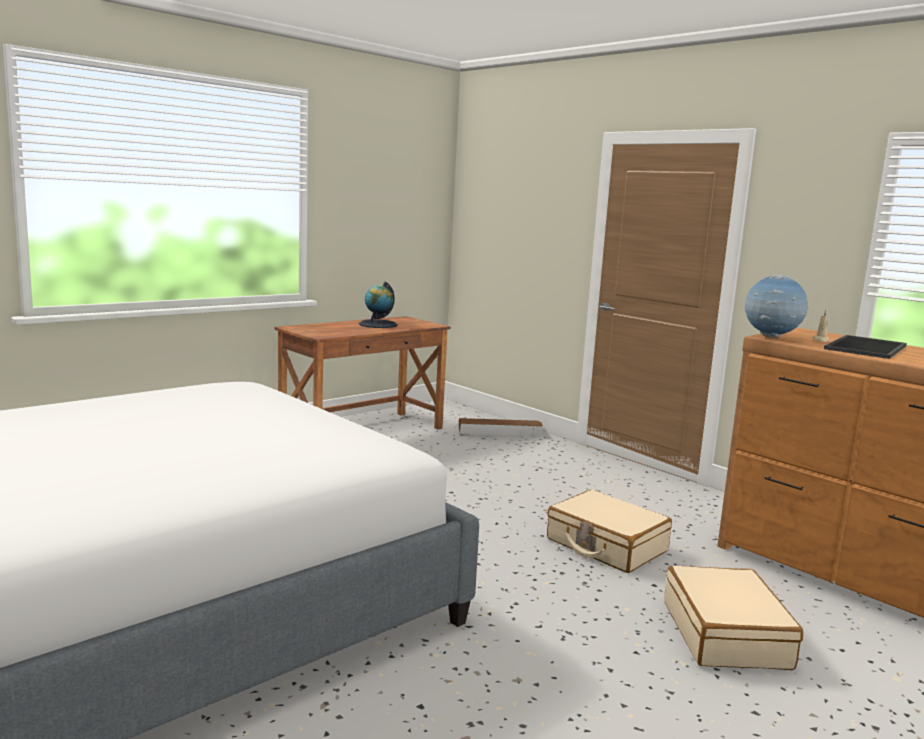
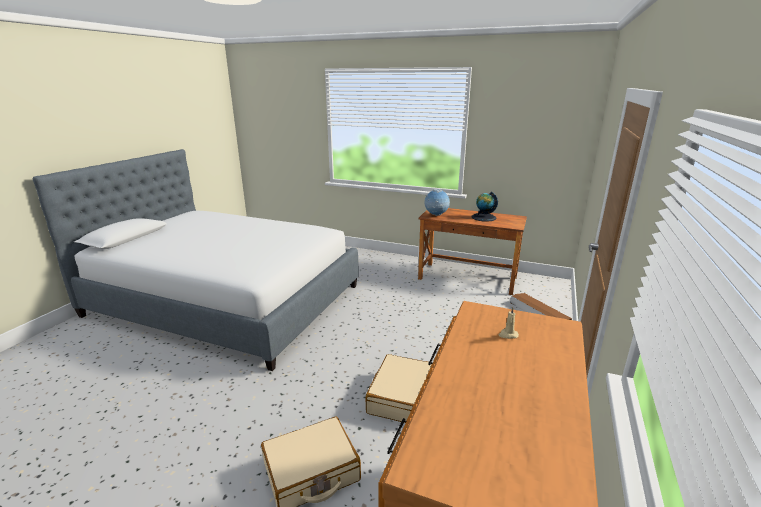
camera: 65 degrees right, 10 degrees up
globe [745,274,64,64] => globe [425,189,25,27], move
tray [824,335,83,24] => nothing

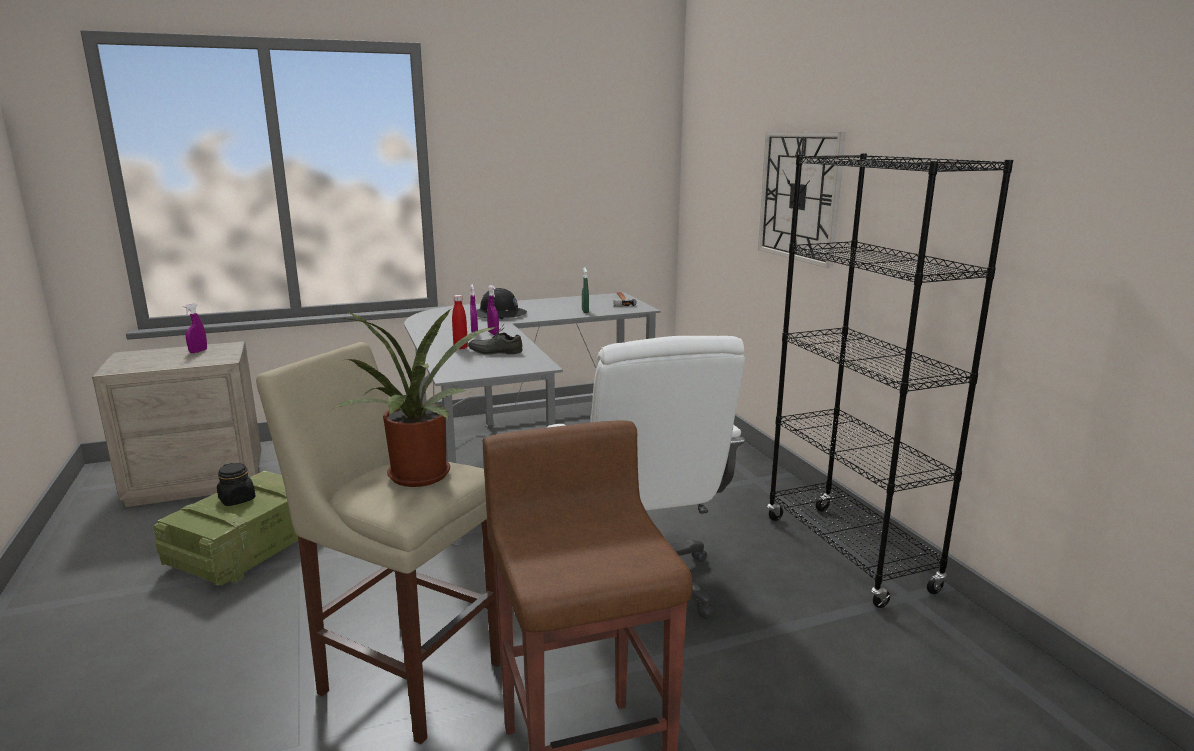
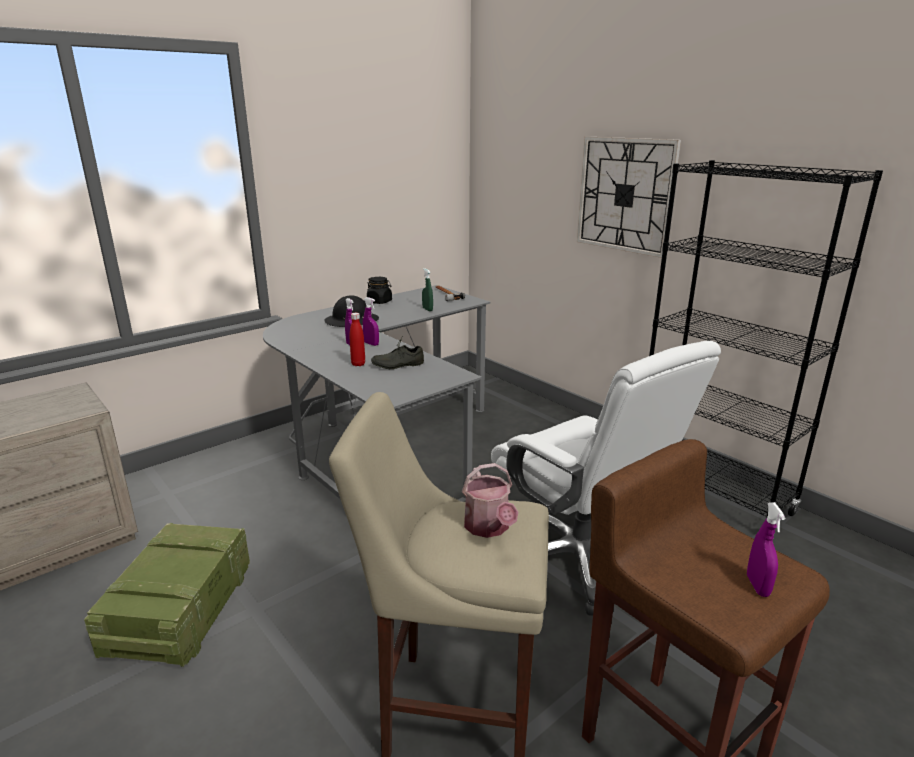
camera: 20 degrees left, 5 degrees up
purple spray bottle [183,303,24,50] => purple spray bottle [747,502,39,95], move
black jar [217,463,38,43] => black jar [367,277,25,27], move
potted plant [332,309,164,178] => watering can [462,463,56,75]

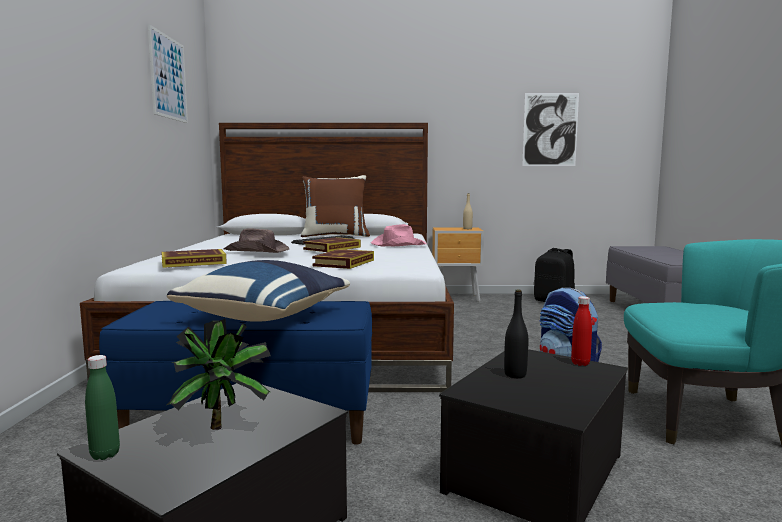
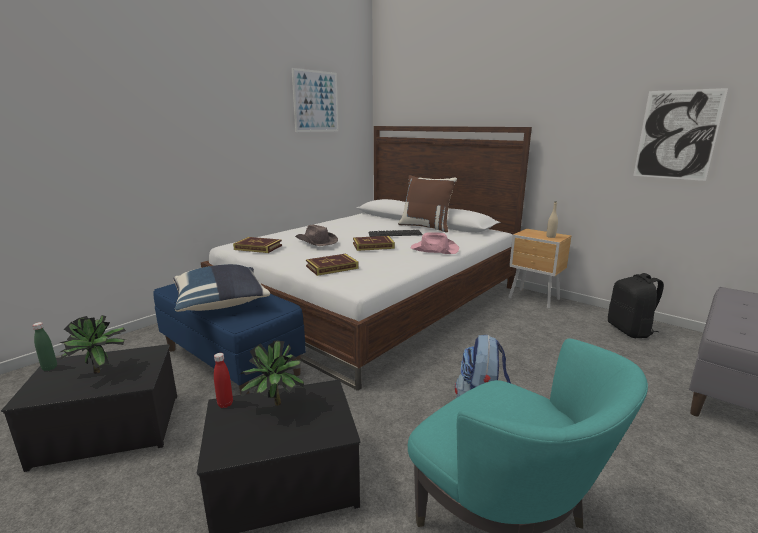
camera: 40 degrees right, 10 degrees up
black bottle [504,290,24,88] => potted plant [239,340,65,66]
red bottle [571,296,21,70] => red bottle [214,353,19,55], move

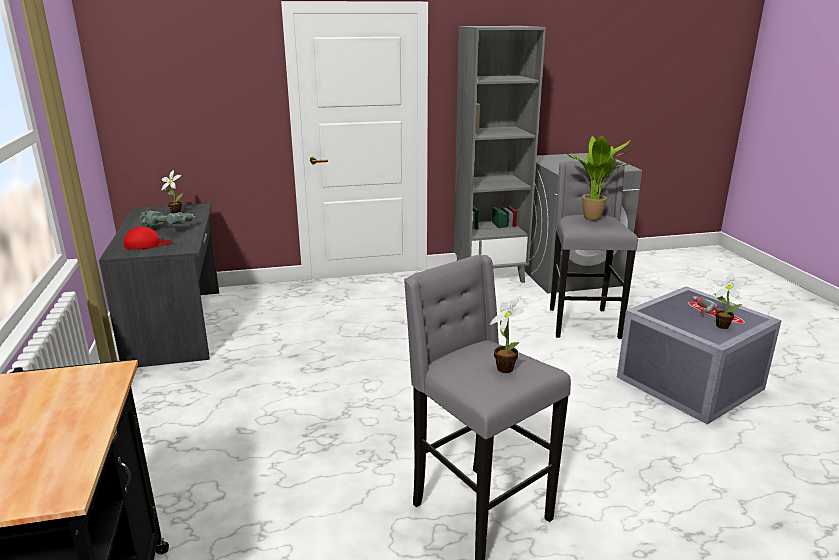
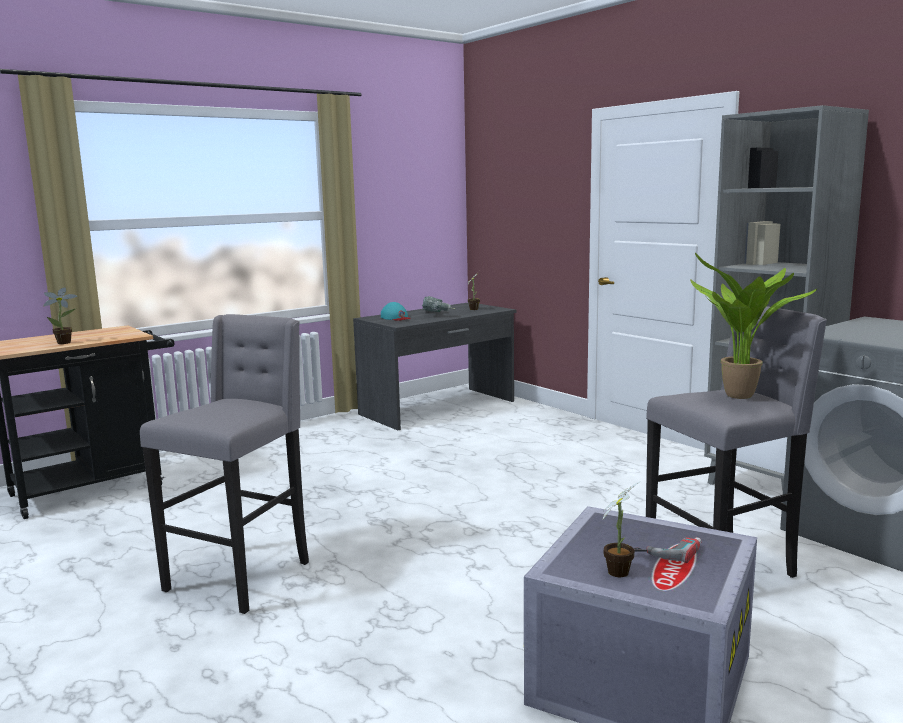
camera: 65 degrees right, 10 degrees down
red cap [124,226,48,23] => turquoise cap [381,302,30,19]
potted plant [489,295,35,78] => potted plant [43,287,35,57], move

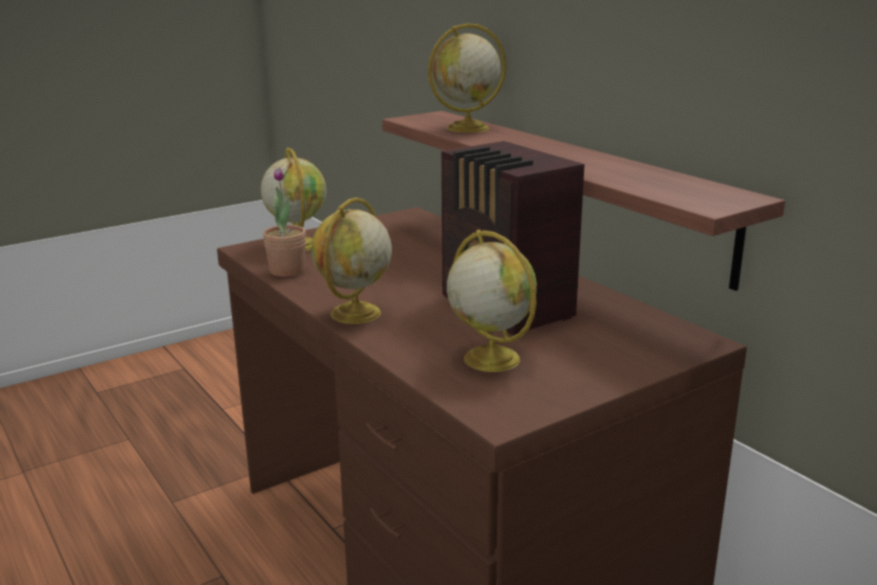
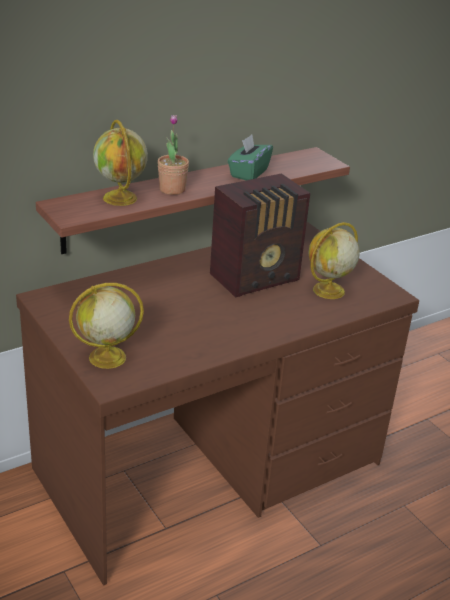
camera: 90 degrees left, 10 degrees up
potted plant [263,167,43,110] => potted plant [157,115,32,80], move
globe [312,197,80,127] => nothing
nothing => green tissue box [228,135,45,45]

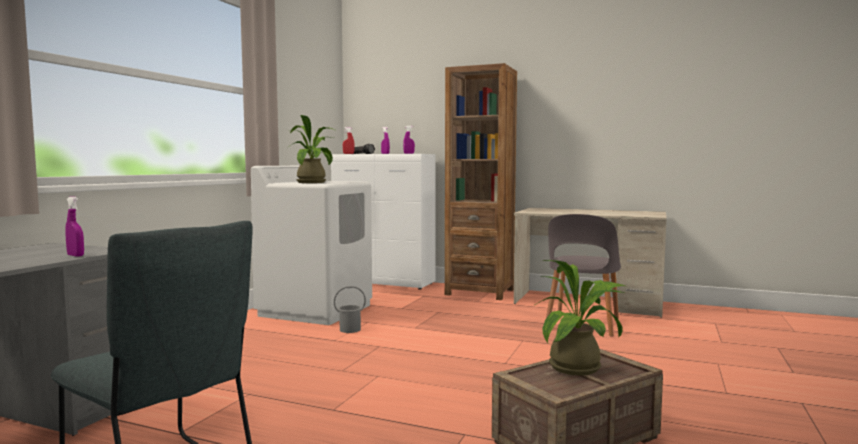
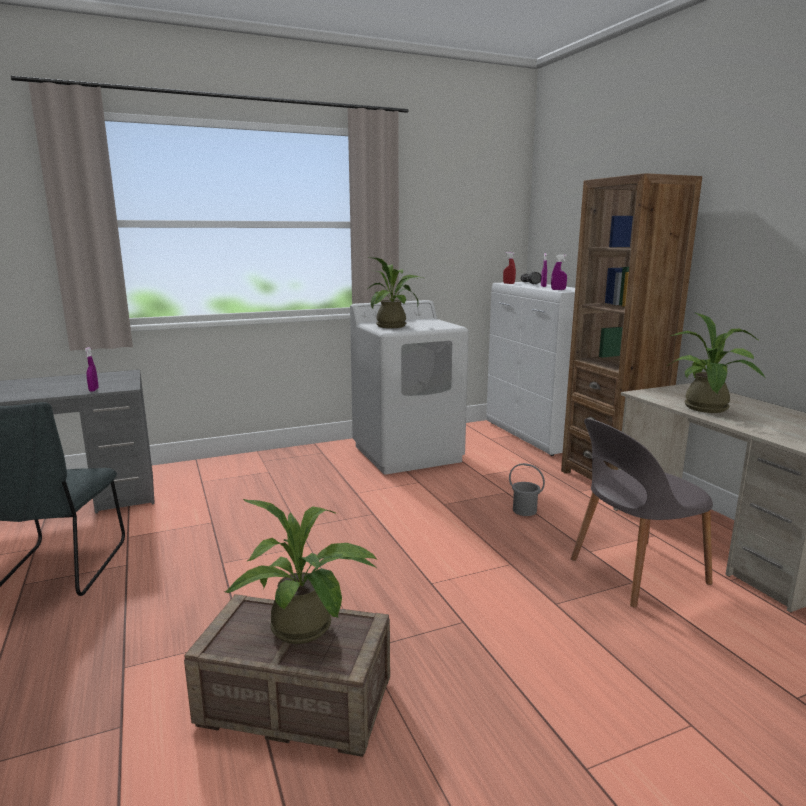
camera: 45 degrees right, 10 degrees up
grey bucket [334,286,32,47] => grey bucket [509,463,36,53], move
nothing => potted plant [667,312,99,101]

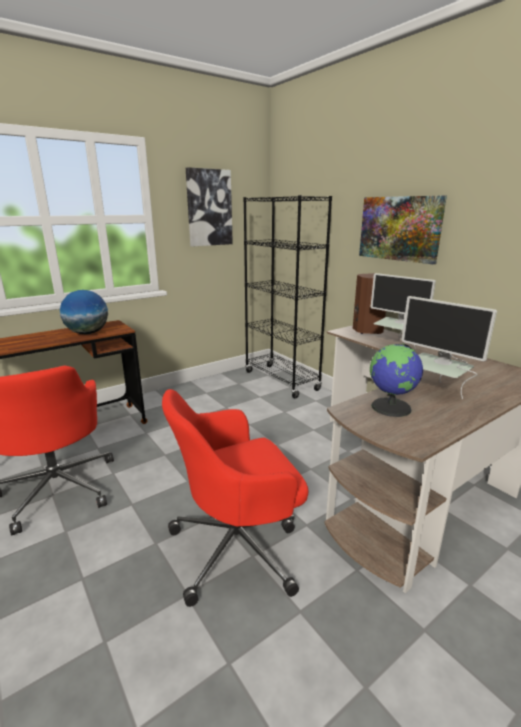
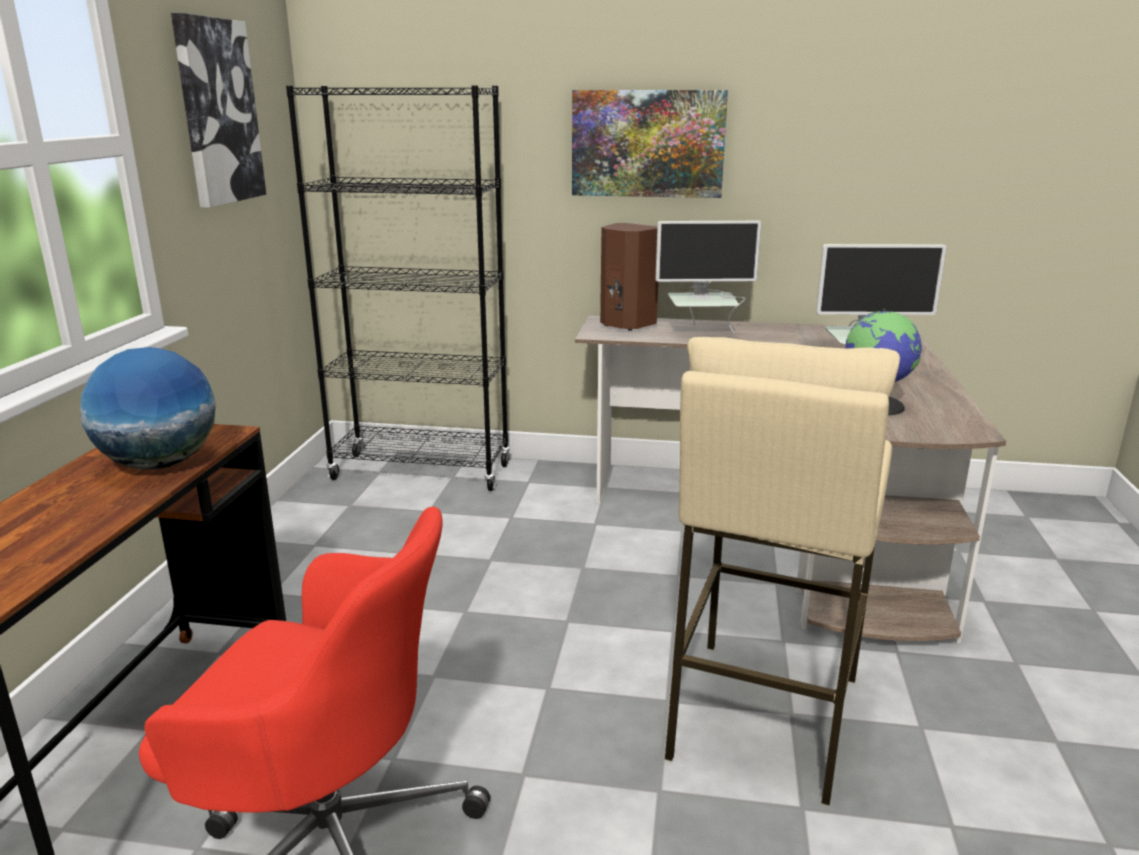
camera: 45 degrees left, 0 degrees up
red office chair [162,389,146,218] => beige stool [665,337,235,469]

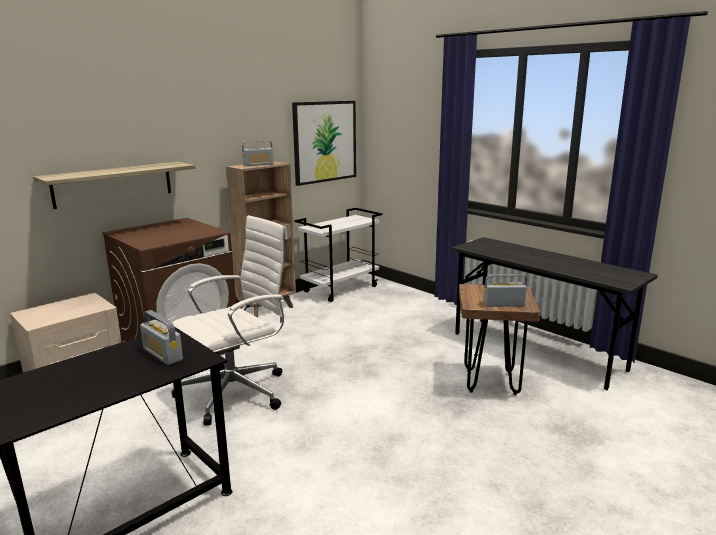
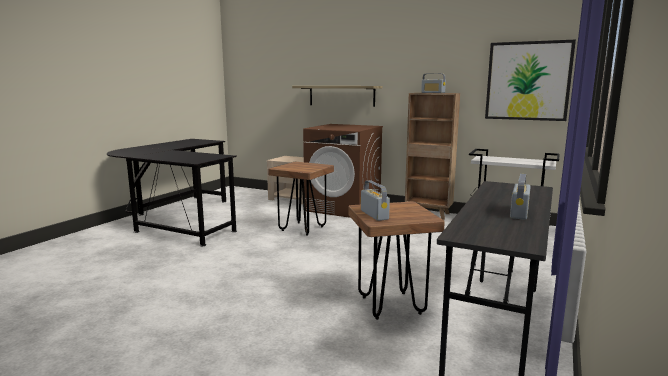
camera: 70 degrees right, 5 degrees down
radio [140,310,43,55] => radio [510,174,21,46], move
white office chair [172,215,116,211] => brown stool [268,162,66,74]

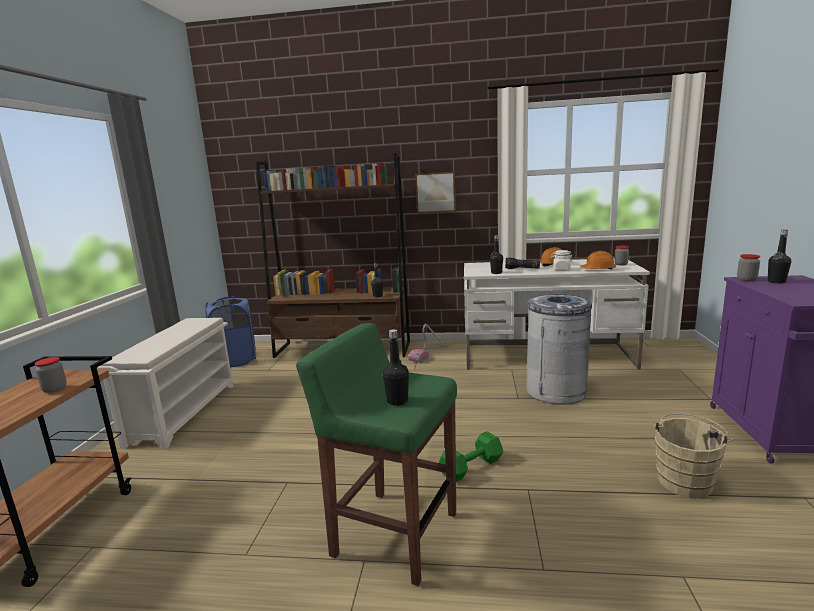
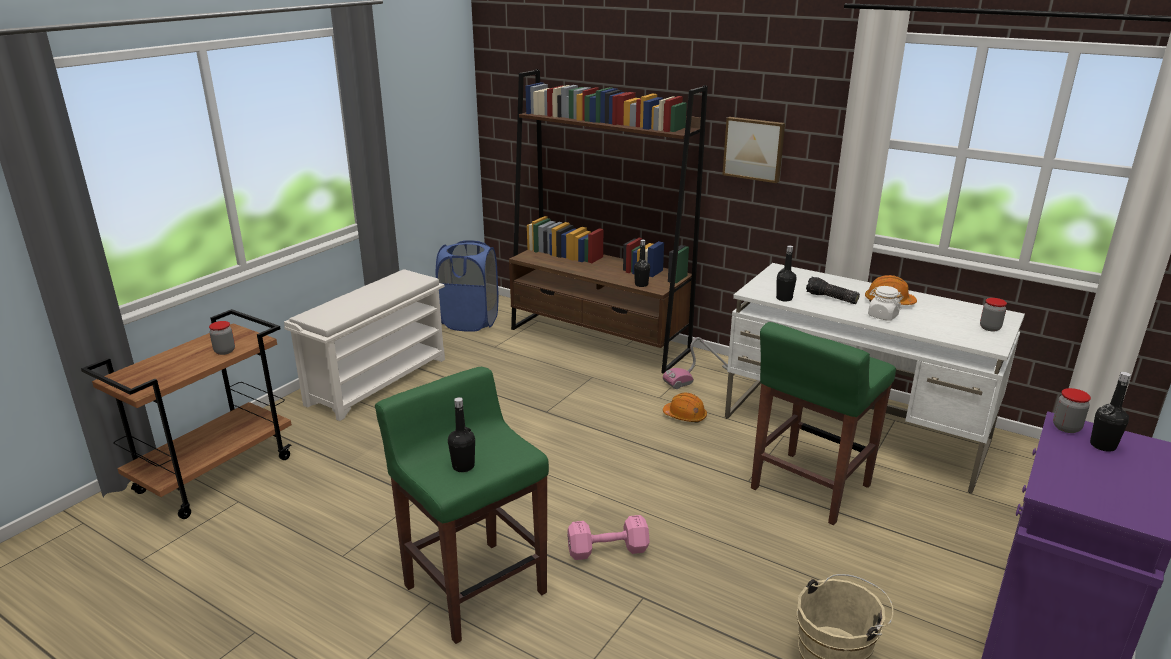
camera: 25 degrees right, 10 degrees up
green dumbbell [439,431,64,51] => pink dumbbell [567,515,83,45]
grey trash can [526,295,66,110] => green stool [751,322,145,203]
orange hard hat [580,251,36,19] => orange hard hat [663,393,44,30], move

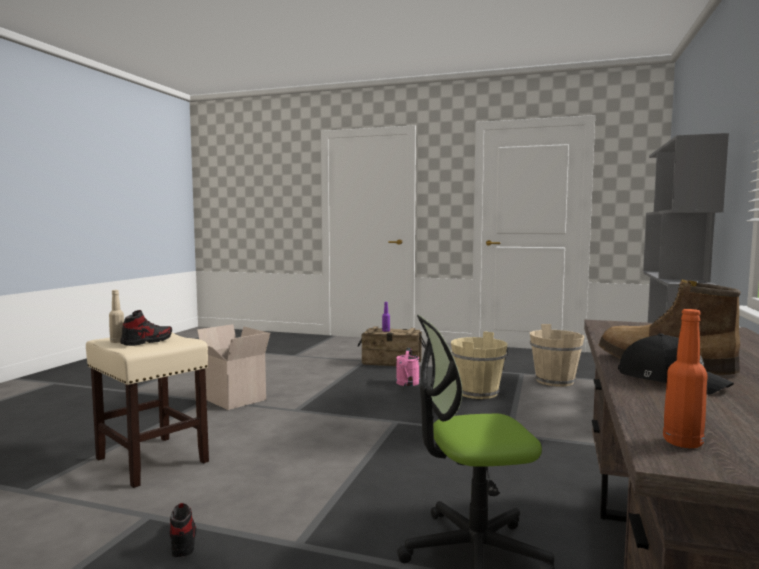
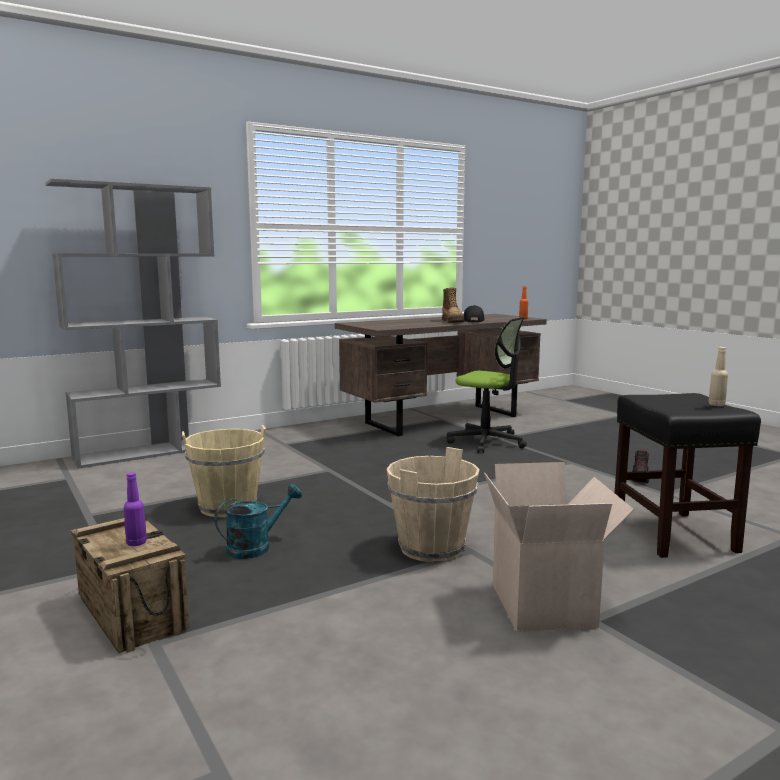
camera: 140 degrees left, 5 degrees up
beige stool [86,333,123,155] => black stool [615,393,146,165]
shoe [120,310,52,36] => nothing
pink watering can [396,348,24,38] => turquoise watering can [214,484,88,75]
beige bucket [530,324,54,63] => beige bucket [386,447,94,115], move

